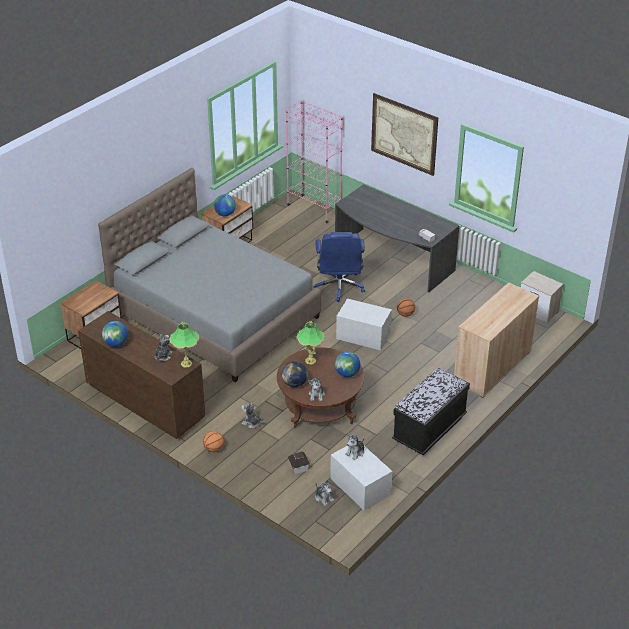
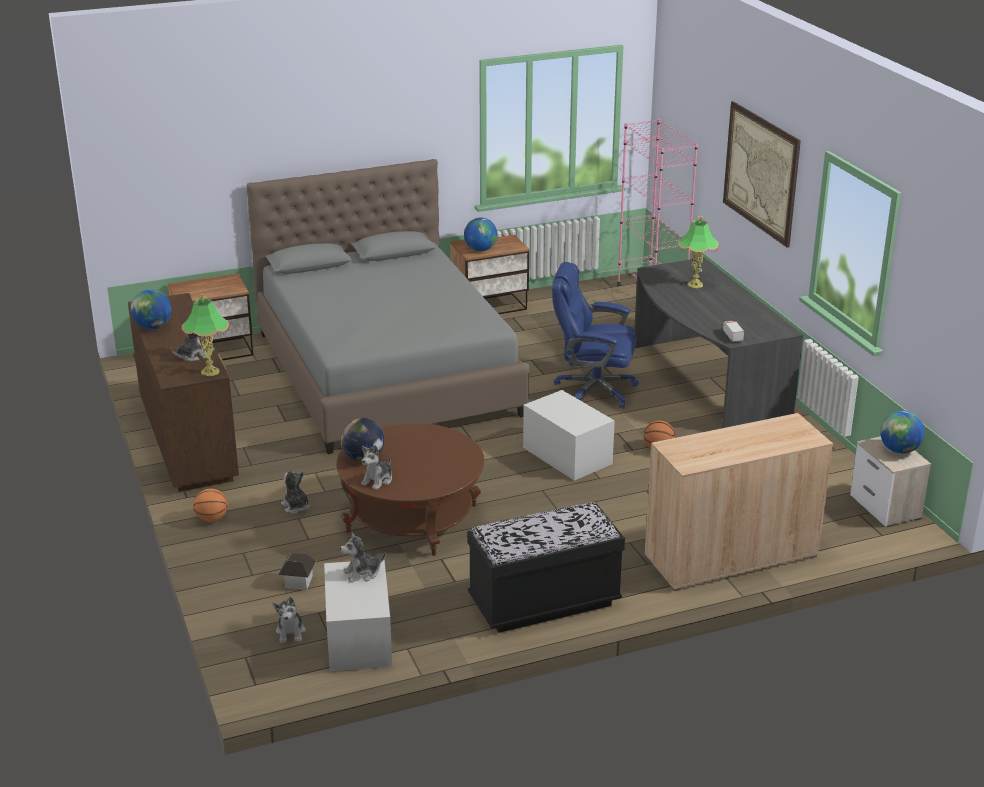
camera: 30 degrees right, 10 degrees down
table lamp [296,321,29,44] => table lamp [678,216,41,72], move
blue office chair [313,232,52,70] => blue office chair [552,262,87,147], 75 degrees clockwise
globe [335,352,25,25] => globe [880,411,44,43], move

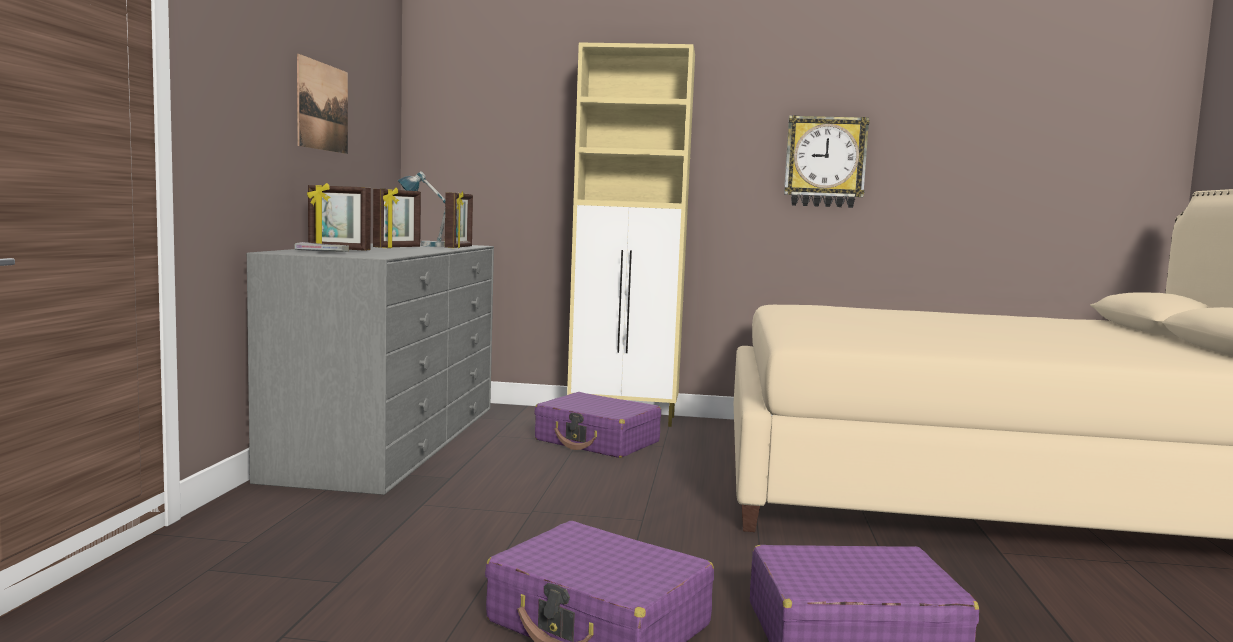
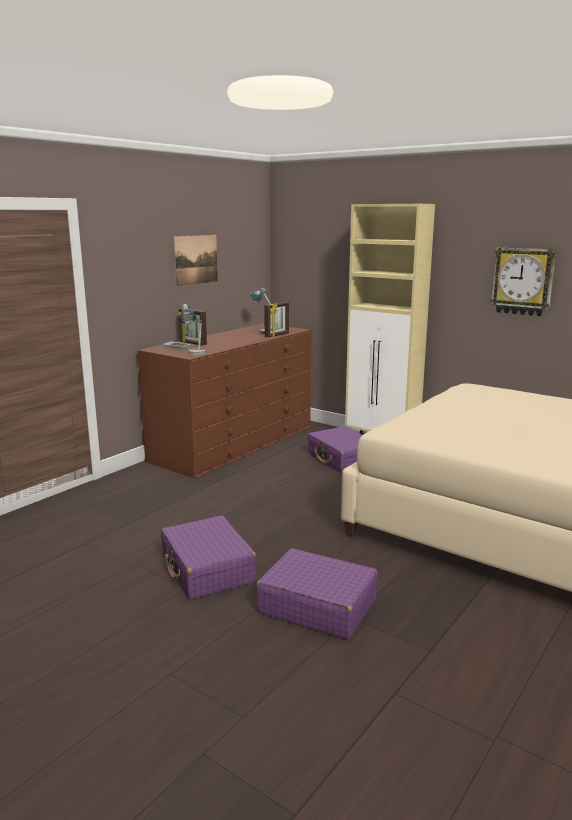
camera: 30 degrees right, 10 degrees up
grey dresser [247,243,247,252] => brown dresser [138,324,174,154]
picture frame [373,187,48,61] => nothing
nothing => table lamp [180,304,26,51]

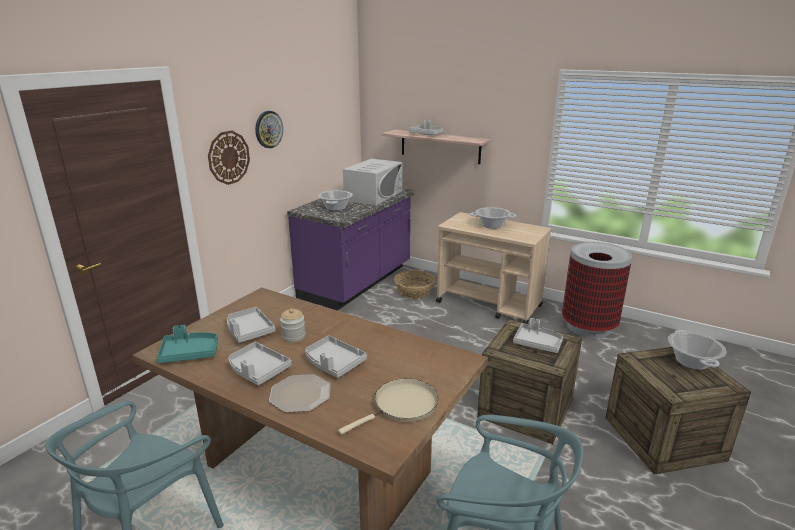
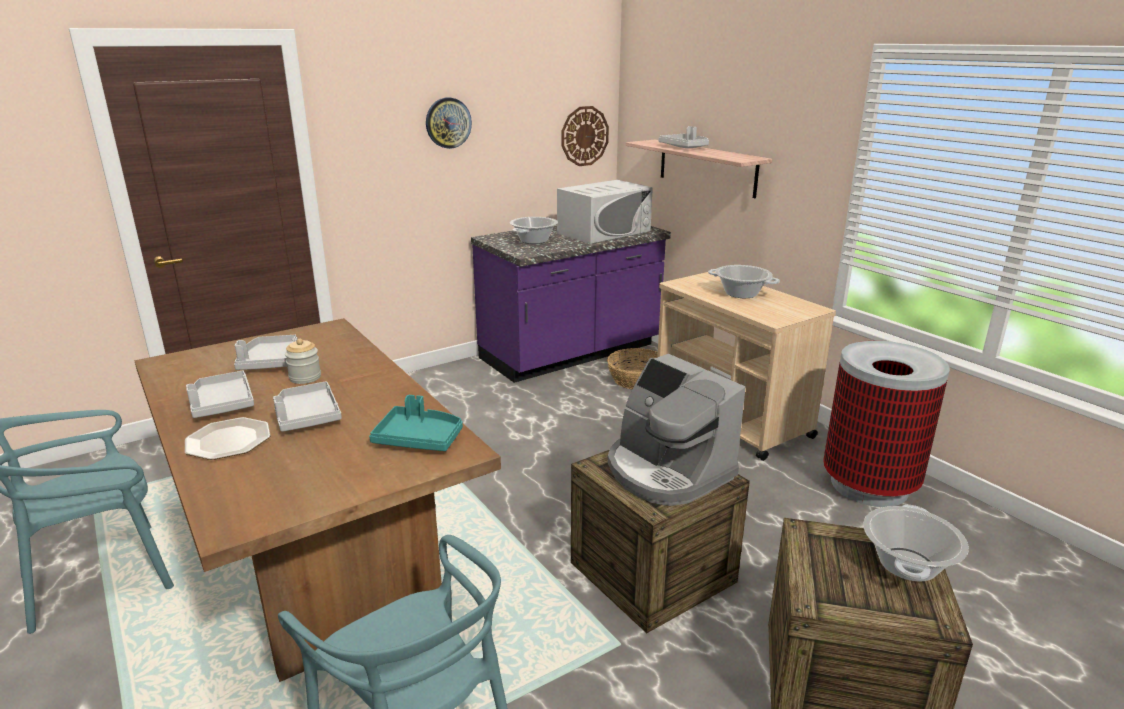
camera: 25 degrees right, 0 degrees up
turquoise tray [157,325,61,38] => turquoise tray [369,395,94,56], move
wall clock [208,130,42,55] => wall clock [562,106,47,60], move
beige frying pan [338,379,100,56] => nothing
grey tray [513,318,50,35] => coffee machine [608,354,137,152]

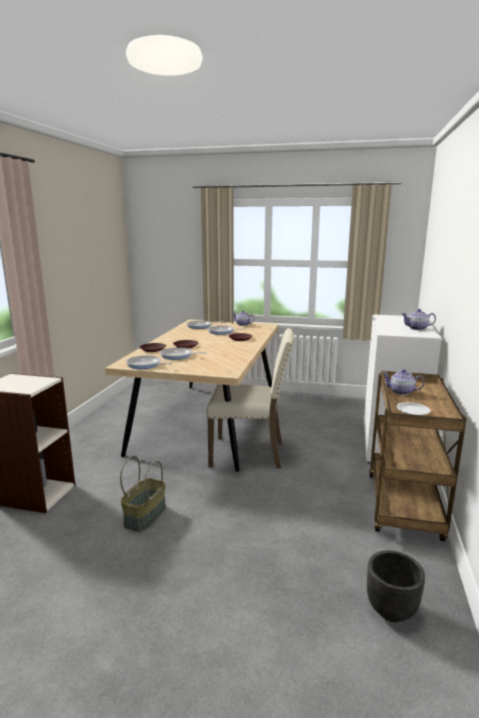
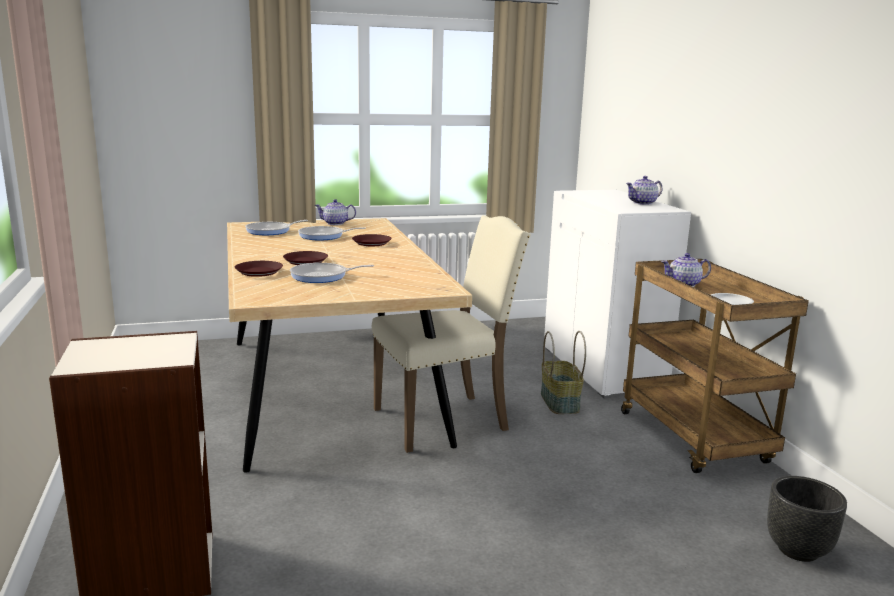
camera: 30 degrees left, 0 degrees up
basket [120,456,46,76] => basket [541,331,45,83], move
frying pan [126,355,47,14] => nothing

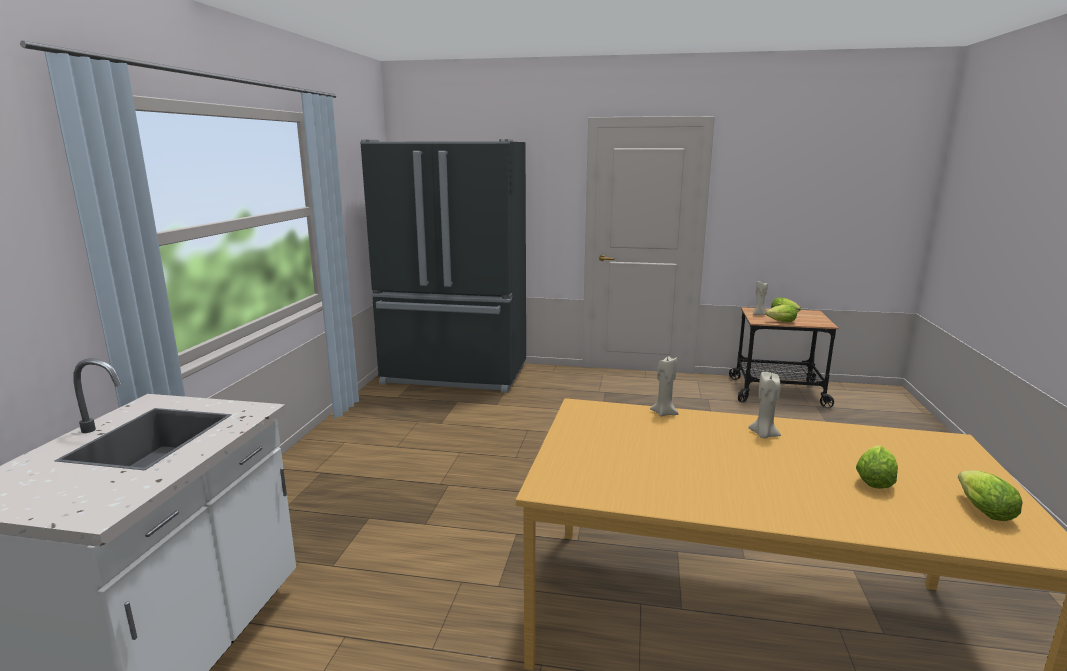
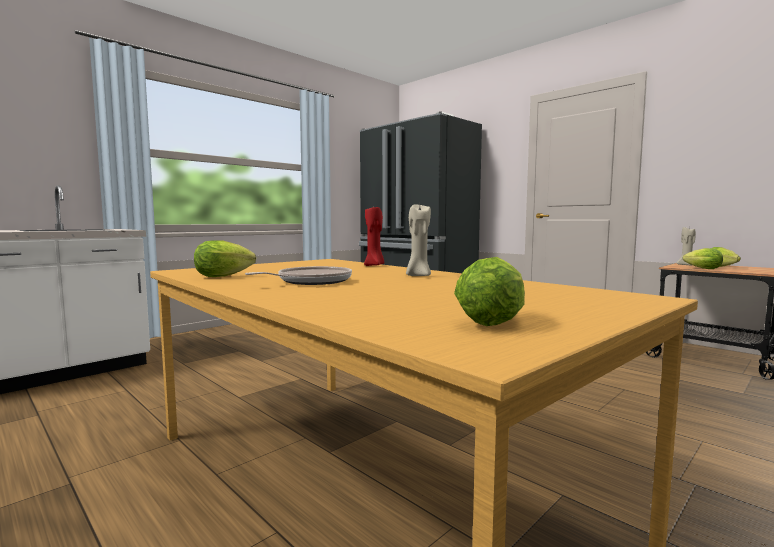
camera: 35 degrees right, 10 degrees down
beige candle [650,356,29,61] => red candle [364,207,21,59]
lettuce [856,446,42,43] => lettuce [194,240,62,37], move
nothing => frying pan [245,266,107,19]

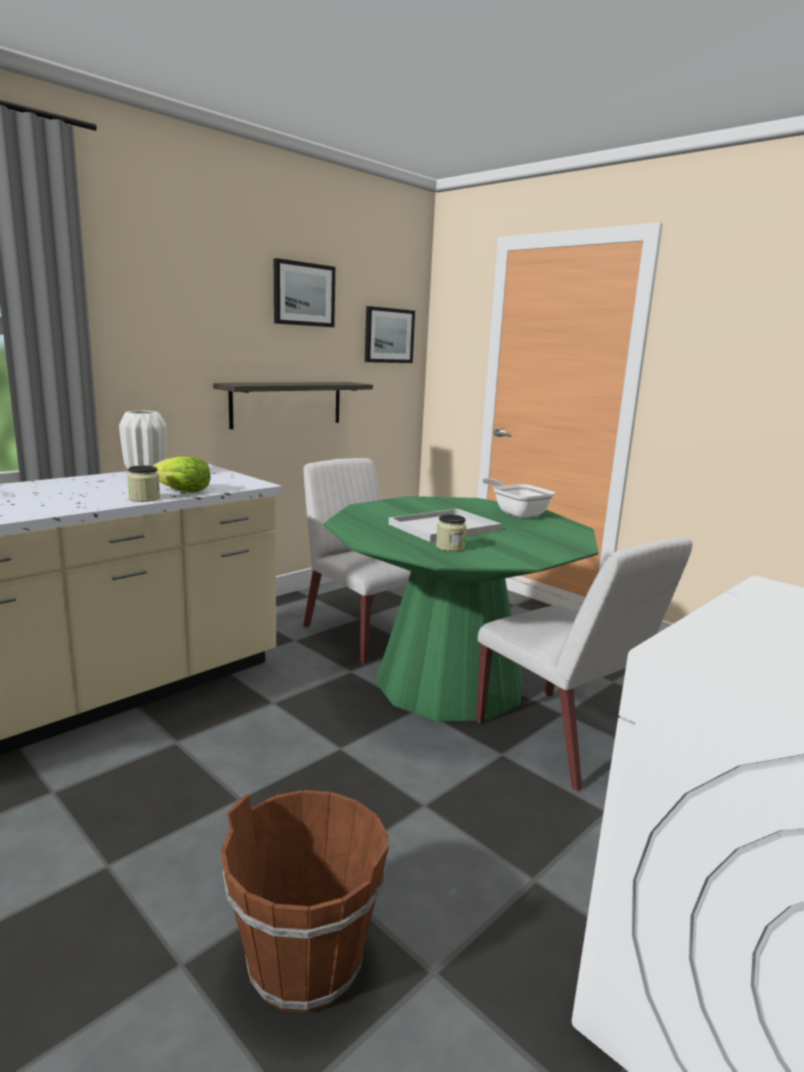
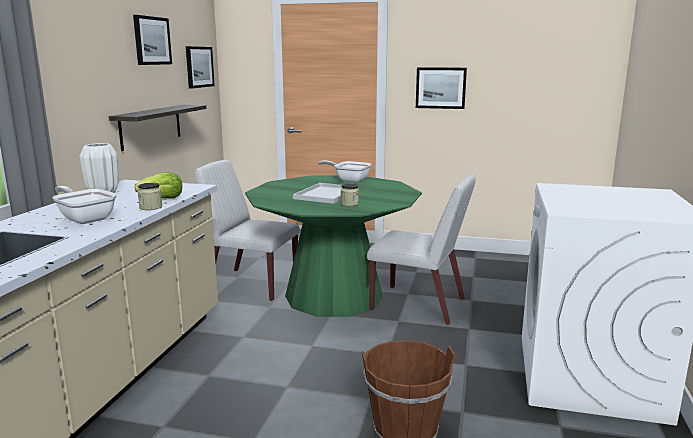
camera: 30 degrees left, 0 degrees up
nothing => frying pan [52,186,65,38]
nothing => picture [416,67,51,42]

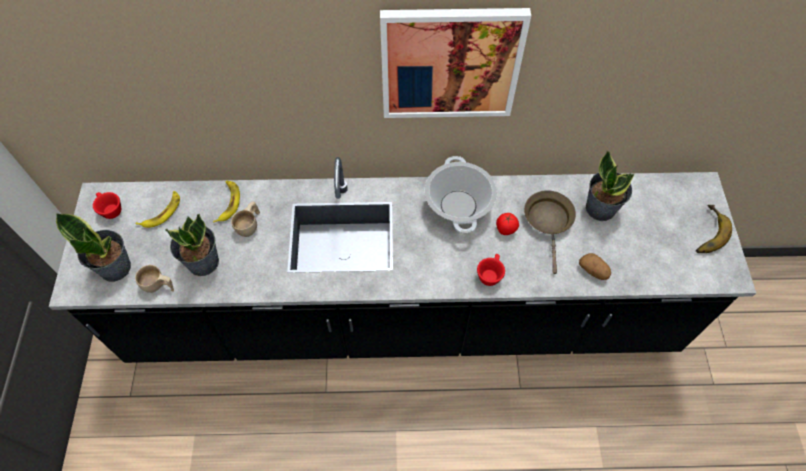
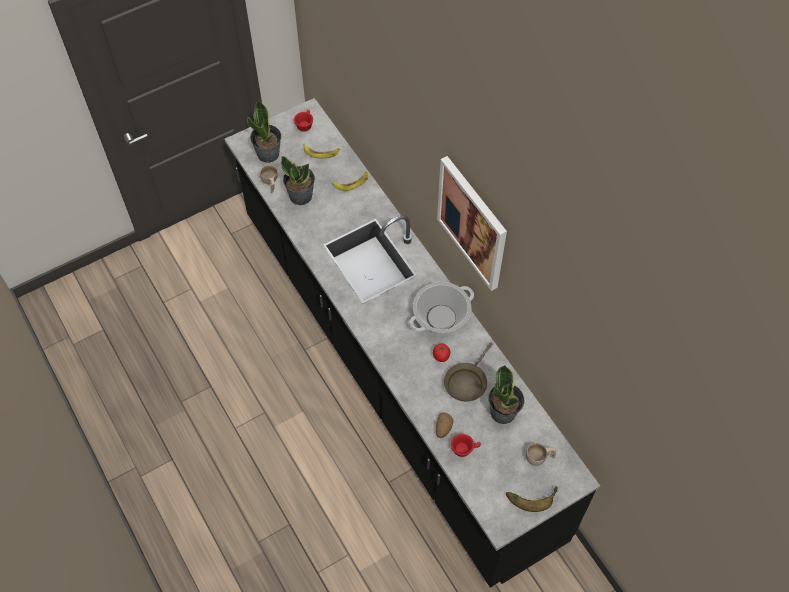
camera: 60 degrees right, 0 degrees up
beige cup [231,201,29,36] => beige cup [526,443,31,23], move
red cup [477,254,28,32] => red cup [451,434,30,23], move
brown frying pan [524,190,52,84] => brown frying pan [444,342,48,60], 150 degrees clockwise

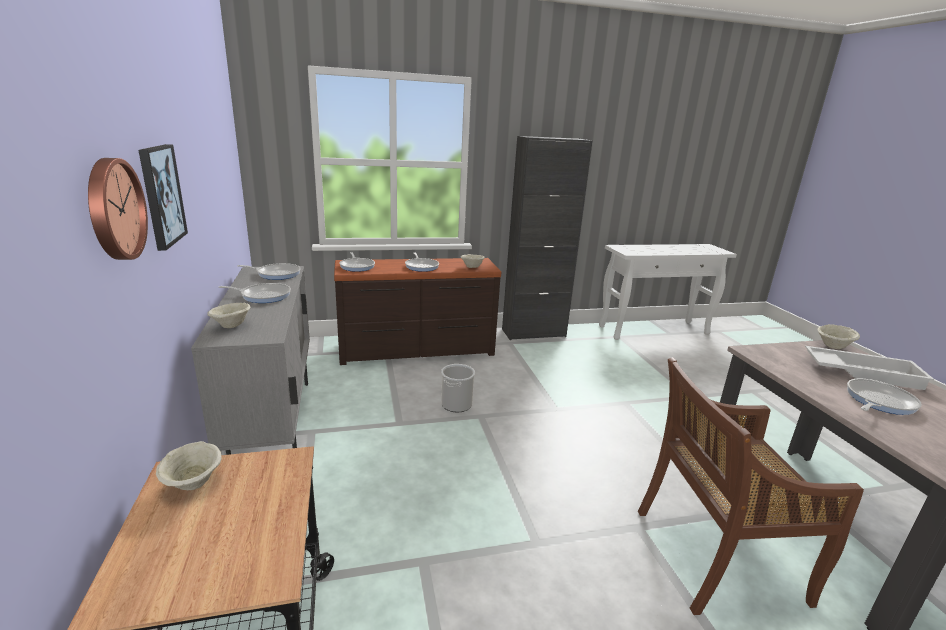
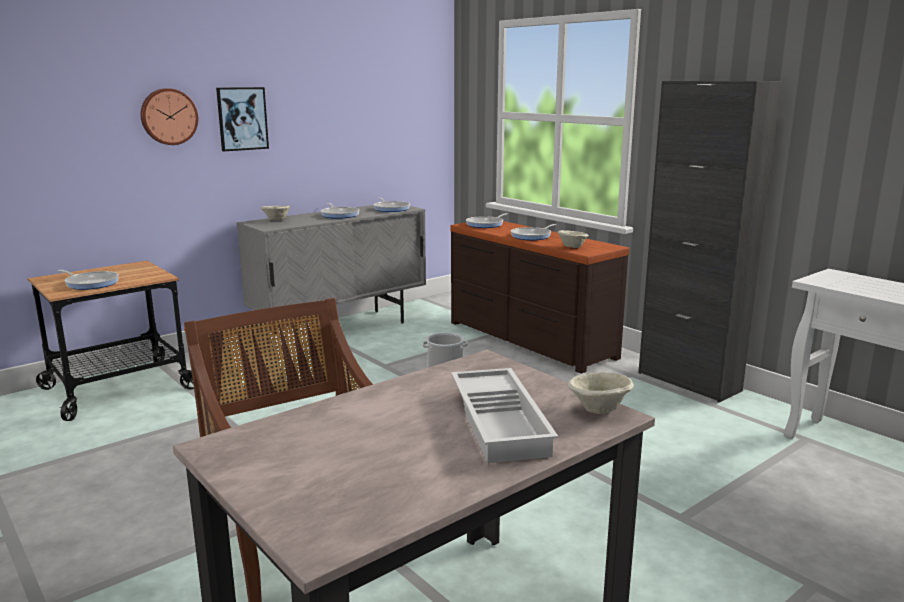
camera: 65 degrees right, 5 degrees down
beige bowl [156,441,66,49] => nothing
frying pan [847,379,75,36] => frying pan [58,270,61,20], move

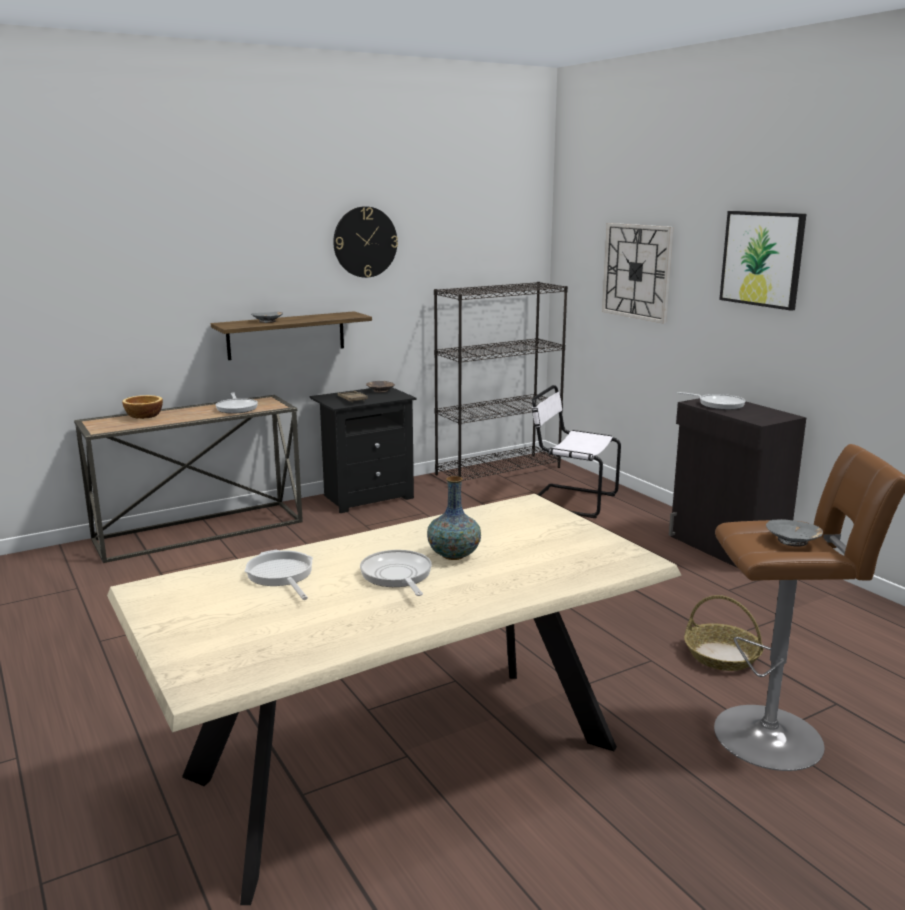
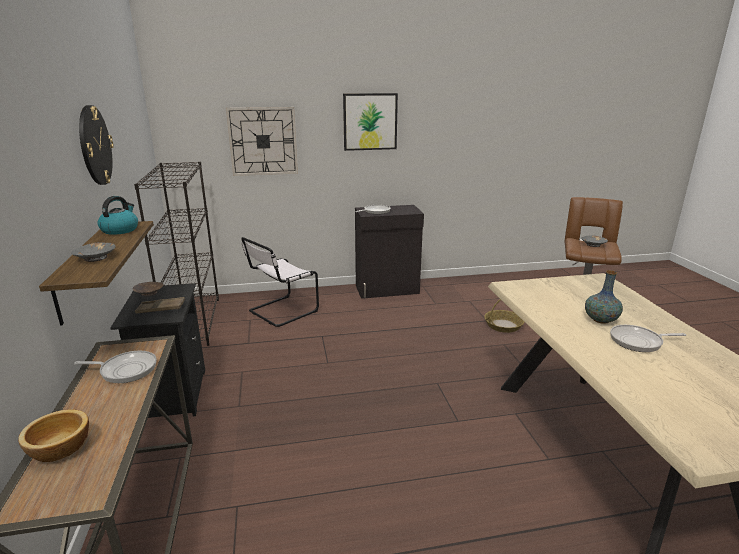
camera: 70 degrees left, 5 degrees up
frying pan [244,550,69,50] => nothing
nothing => kettle [98,196,40,39]

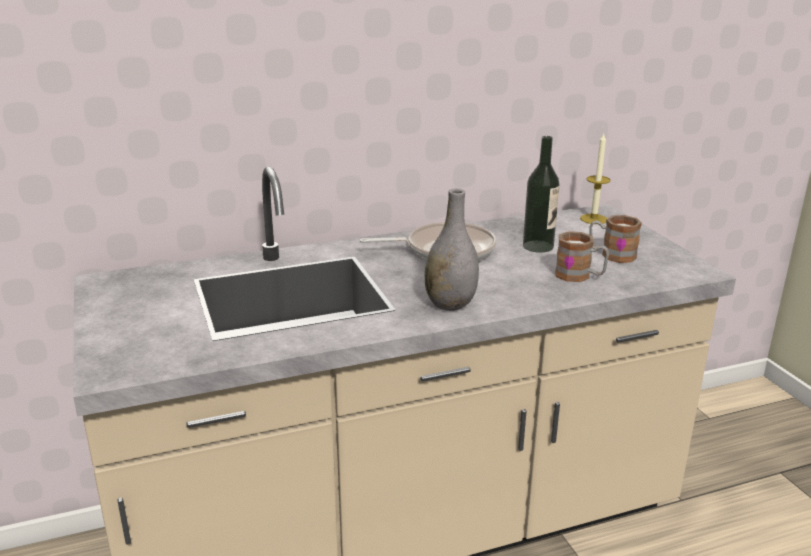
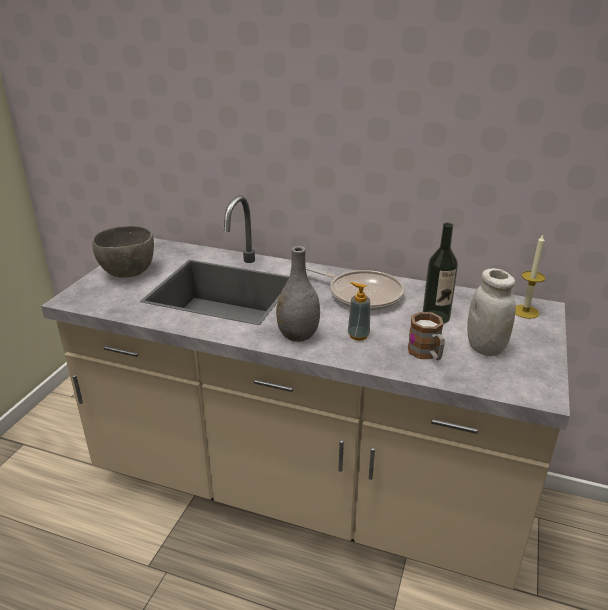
camera: 40 degrees right, 5 degrees up
mug [589,215,53,48] => white jar [467,268,49,88]
nothing => grey bowl [92,226,62,52]
nothing => soap dispenser [348,282,22,59]

